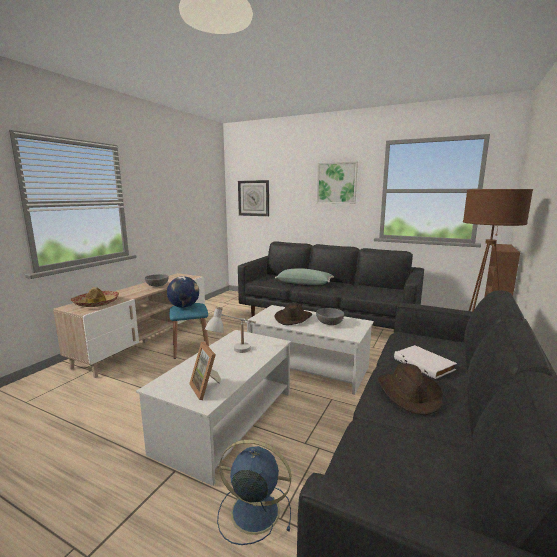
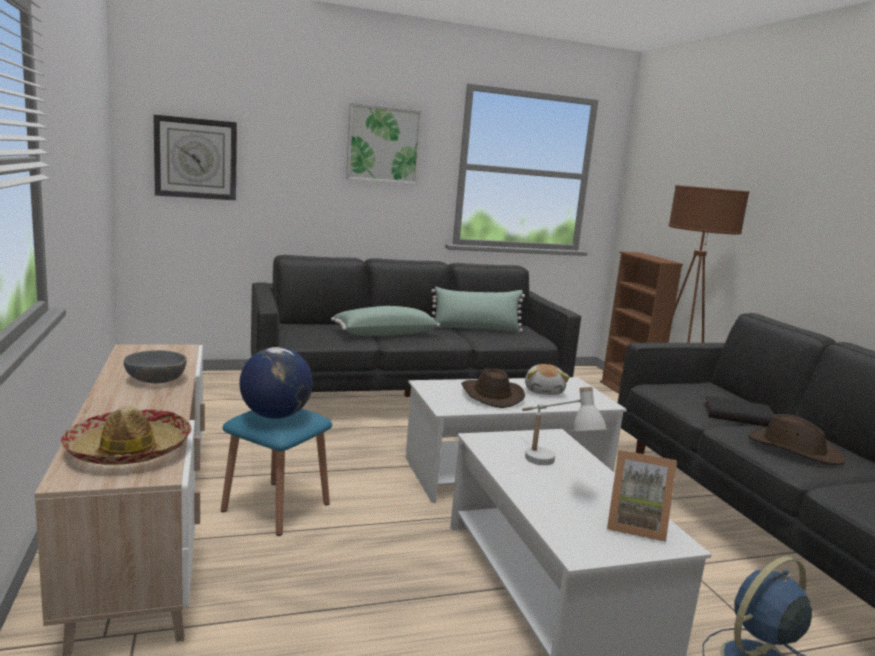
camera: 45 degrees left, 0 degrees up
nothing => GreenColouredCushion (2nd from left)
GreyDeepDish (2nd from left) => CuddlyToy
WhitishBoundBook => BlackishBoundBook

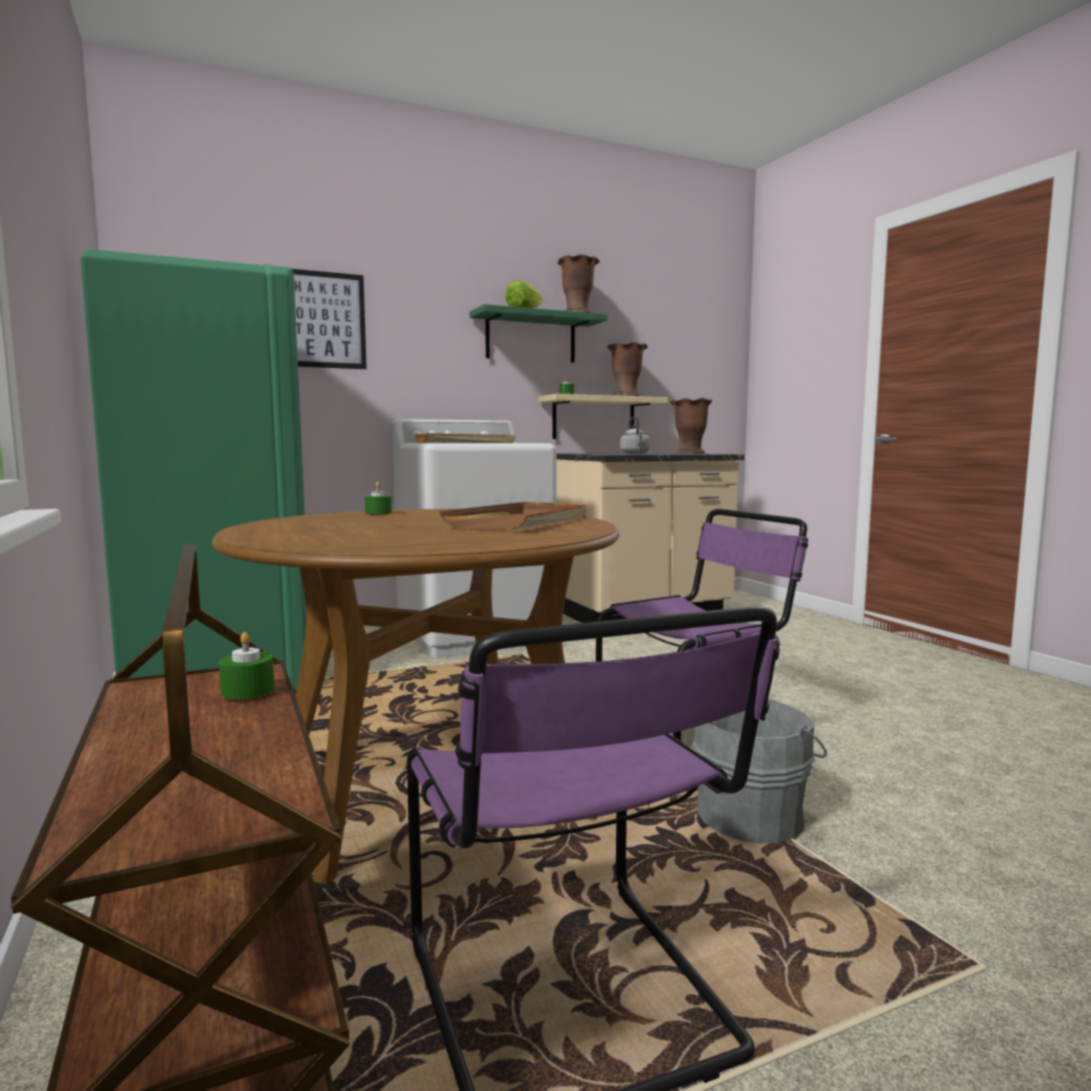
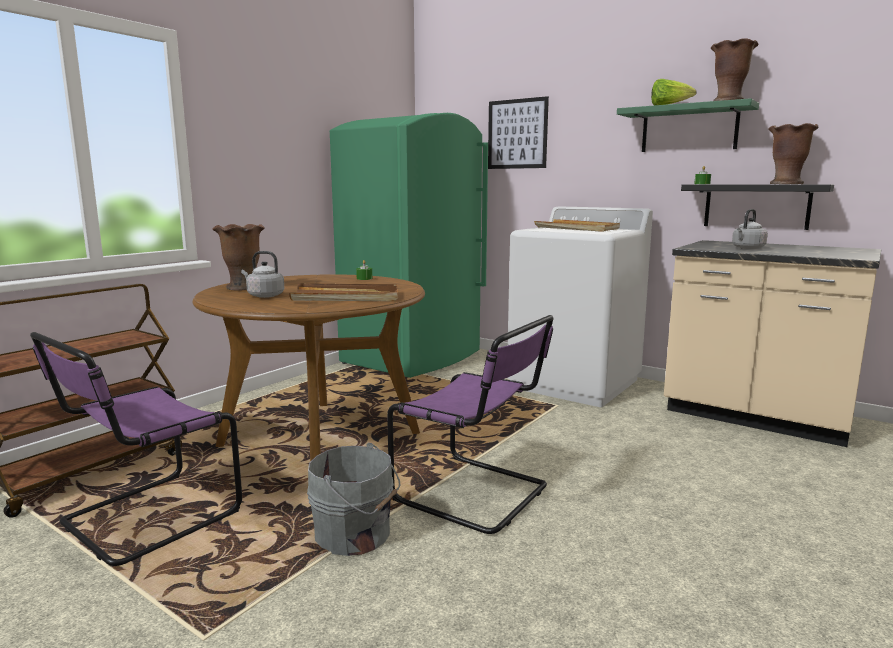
camera: 60 degrees right, 5 degrees up
GreenColouredWaxCandle (1st from left) => nothing
nothing => GreyTeaKettle (1st from left)
BrownColouredFlowerVase (3rd from left in the first image) => BrownColouredFlowerVase (1st from left), moved
BeigeColouredWallShelf => BlackishWallShelf

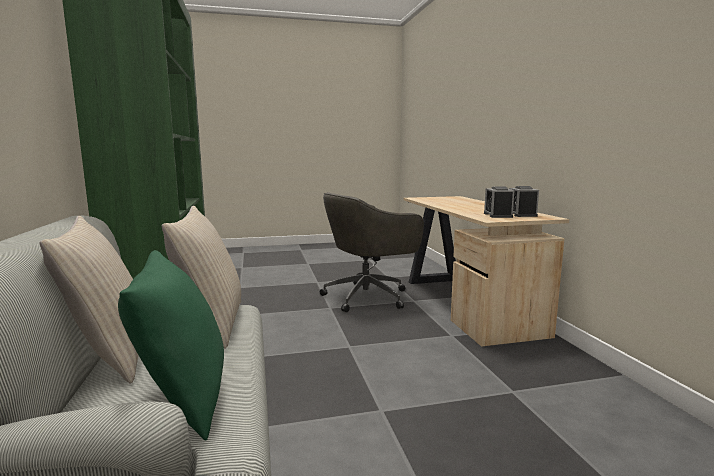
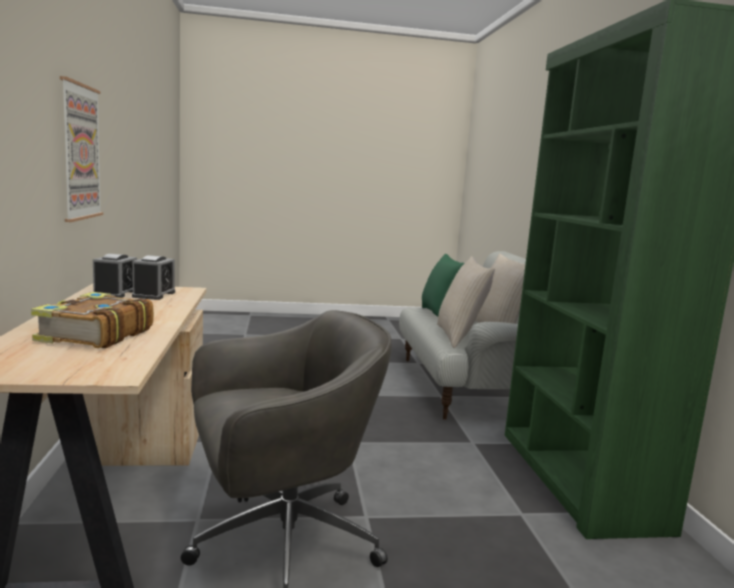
camera: 175 degrees left, 0 degrees up
nothing => BoundBook
nothing => Picture

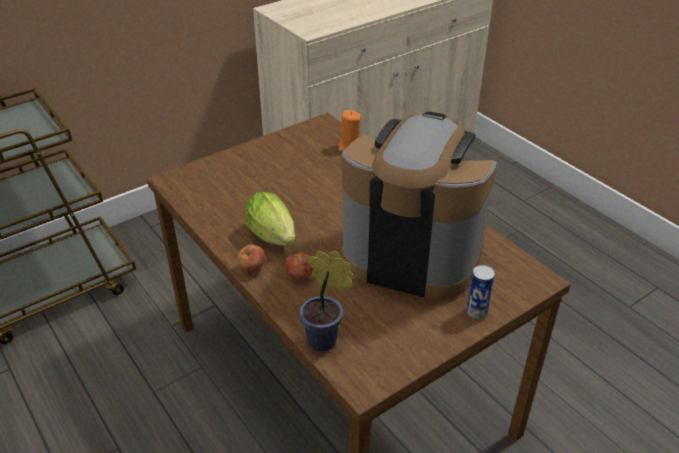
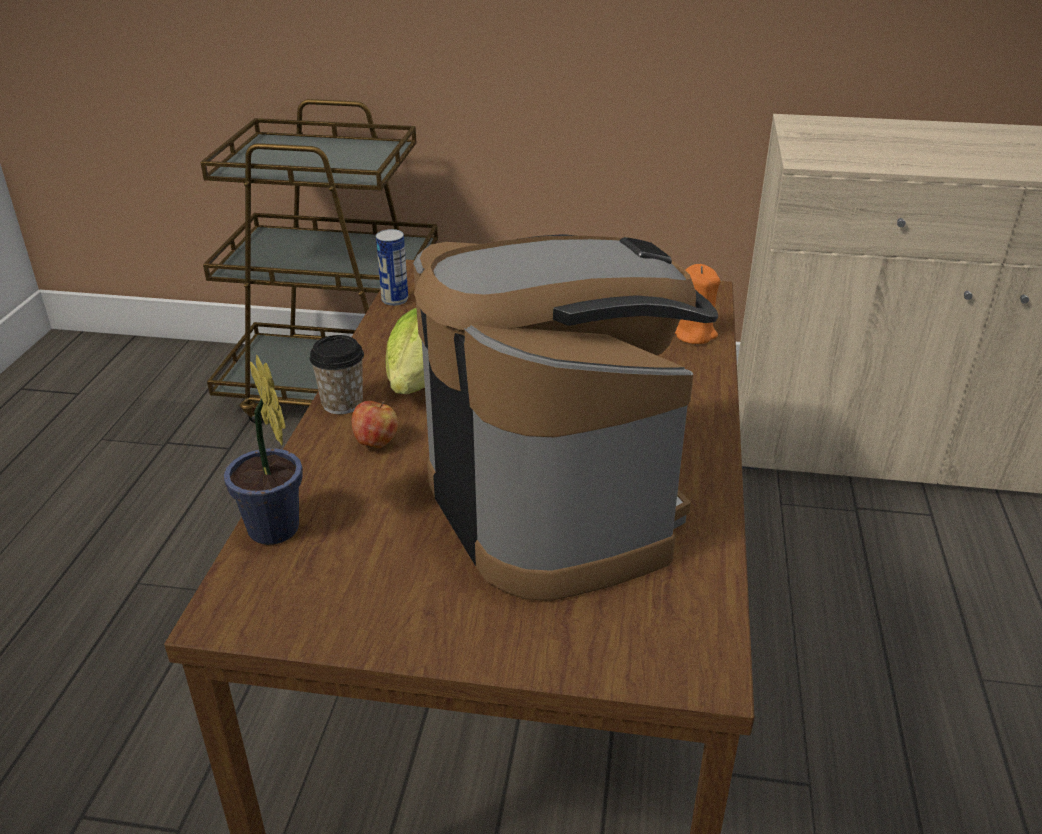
camera: 45 degrees right, 5 degrees down
Can, moved
AppleFruit (1st from left) => SmallCup

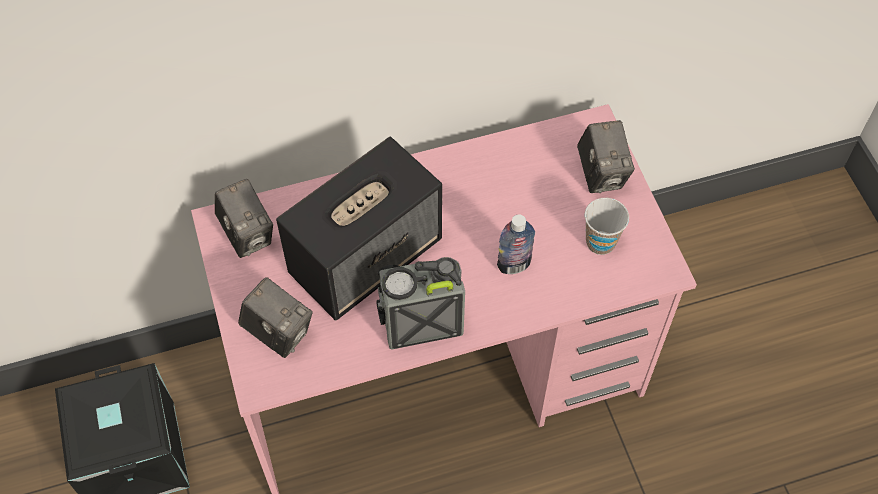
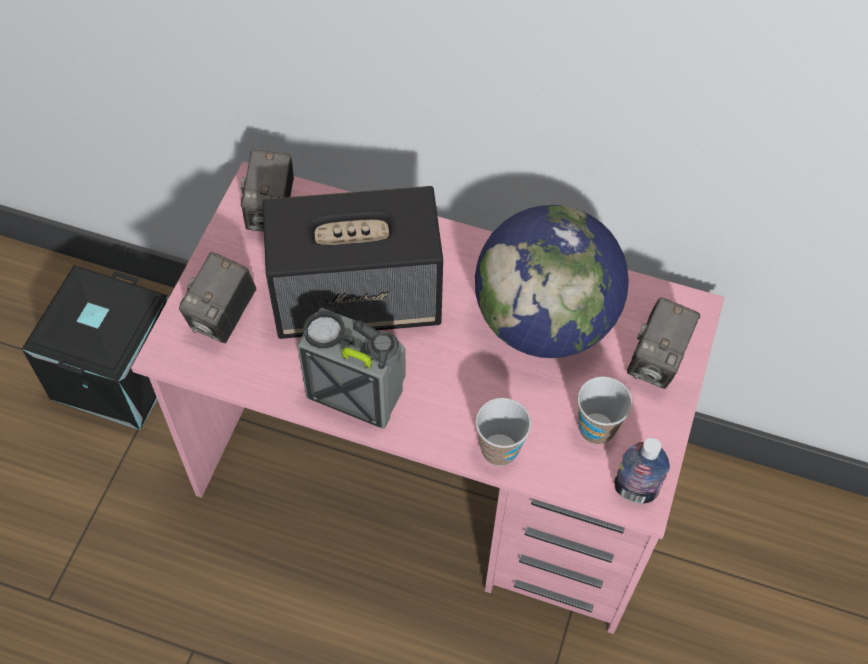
camera: 35 degrees right, 0 degrees up
nothing => WorldGlobe
nothing => SmallCup (1st from left)
BeverageBottle, moved
PhotoCamera (2nd from left in the first image) => PhotoCamera (1st from left), 45 degrees clockwise

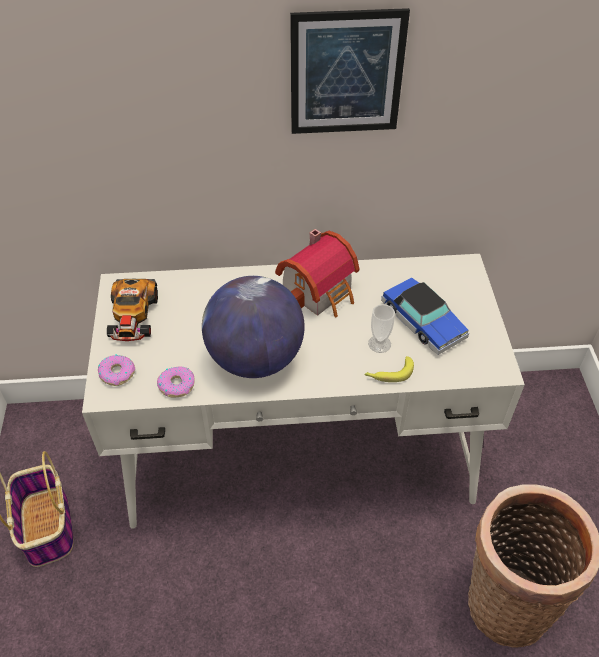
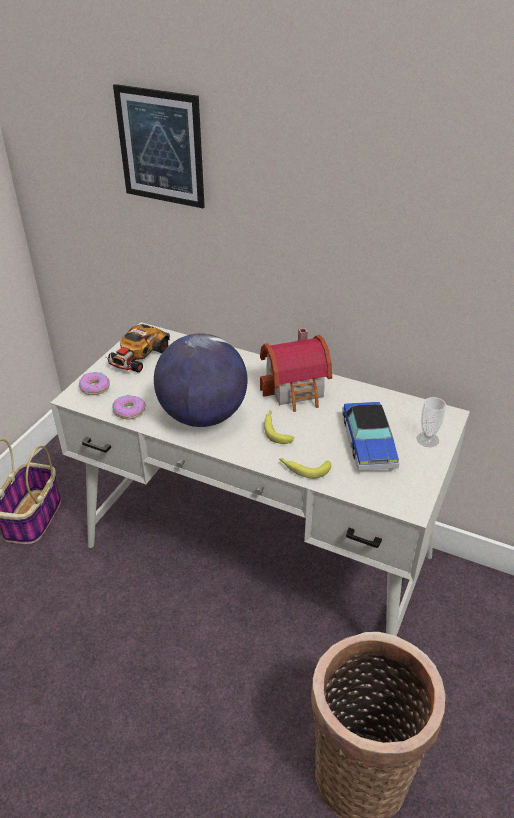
camera: 30 degrees right, 10 degrees down
nothing => Banana (1st from left)
Picture, moved
SmallCup, moved

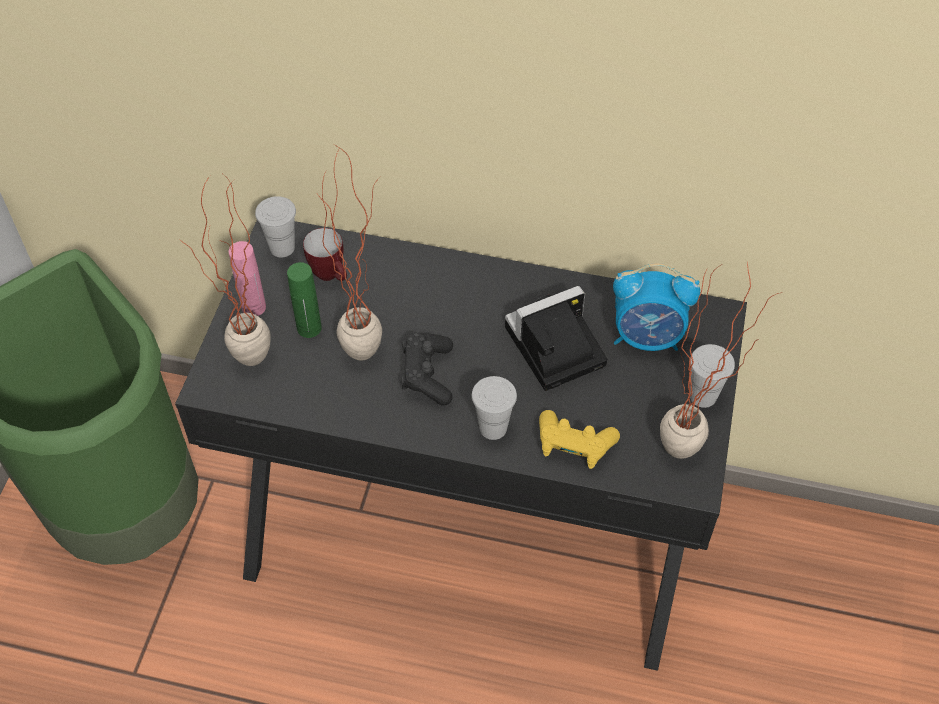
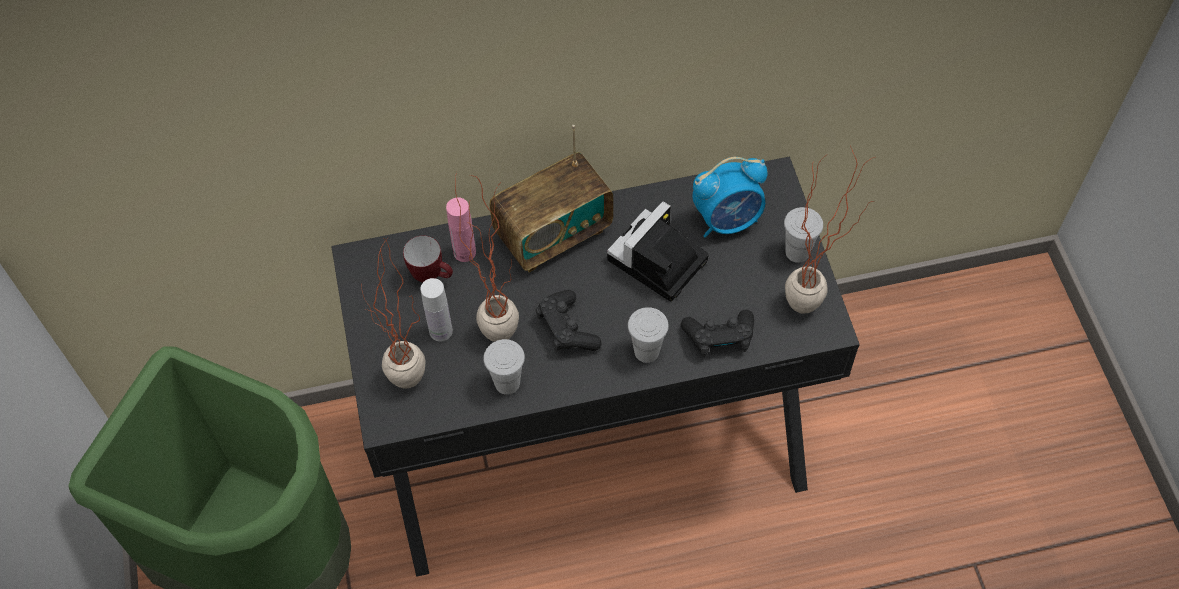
camera: 25 degrees left, 5 degrees up
nothing => RadioReceiver
PinkColouredBeverageBottle, moved
WhitishSmallCup (1st from left), moved
GreenColouredBeverageBottle => WhitishBeverageBottle
YellowGameController => BlackishGameController (2nd from left)

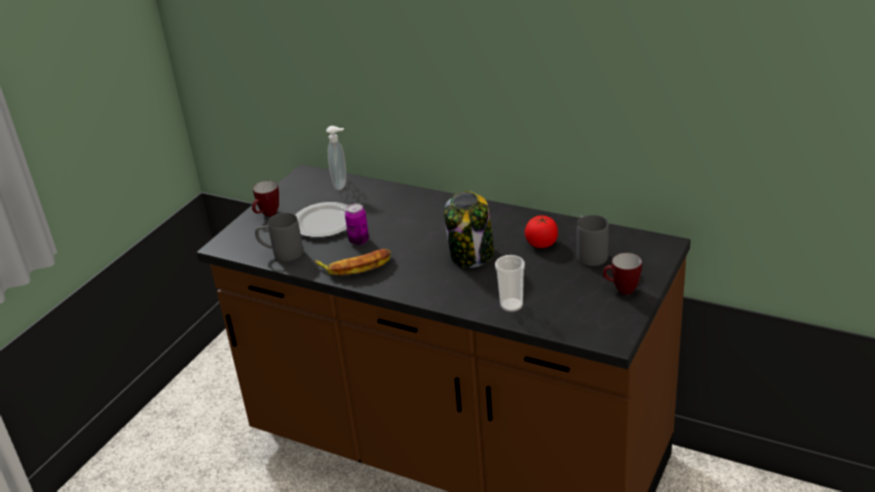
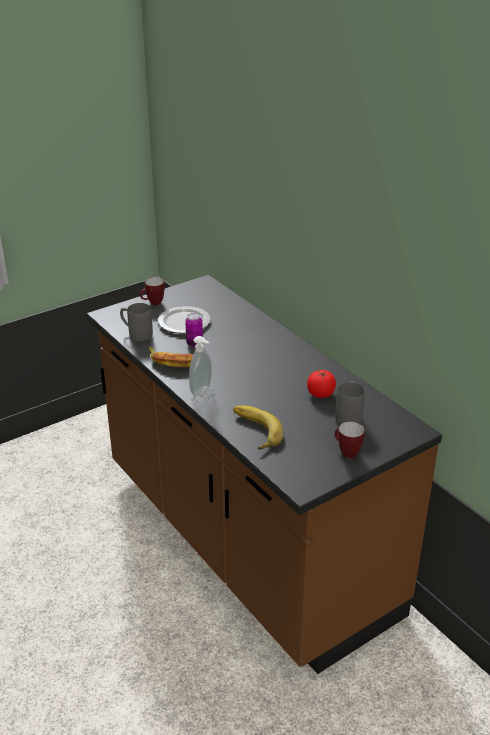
camera: 25 degrees right, 0 degrees up
StorageJar => nothing
SoapBottle, moved
SmallCup => Banana (2nd from left)

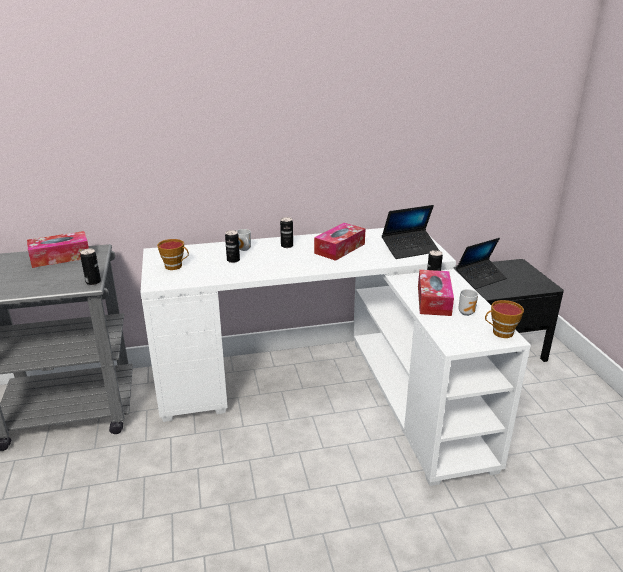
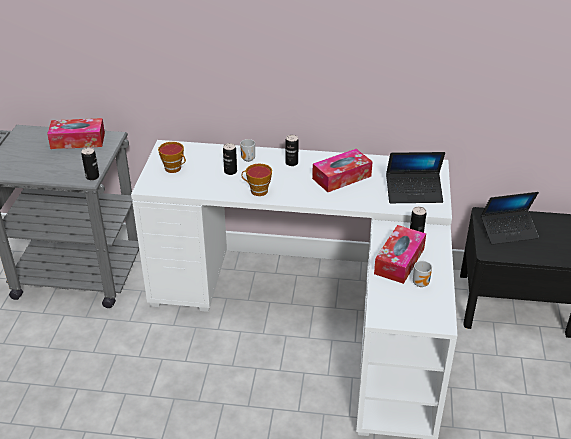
camera: 20 degrees right, 10 degrees up
SmallCup (2nd from left), moved

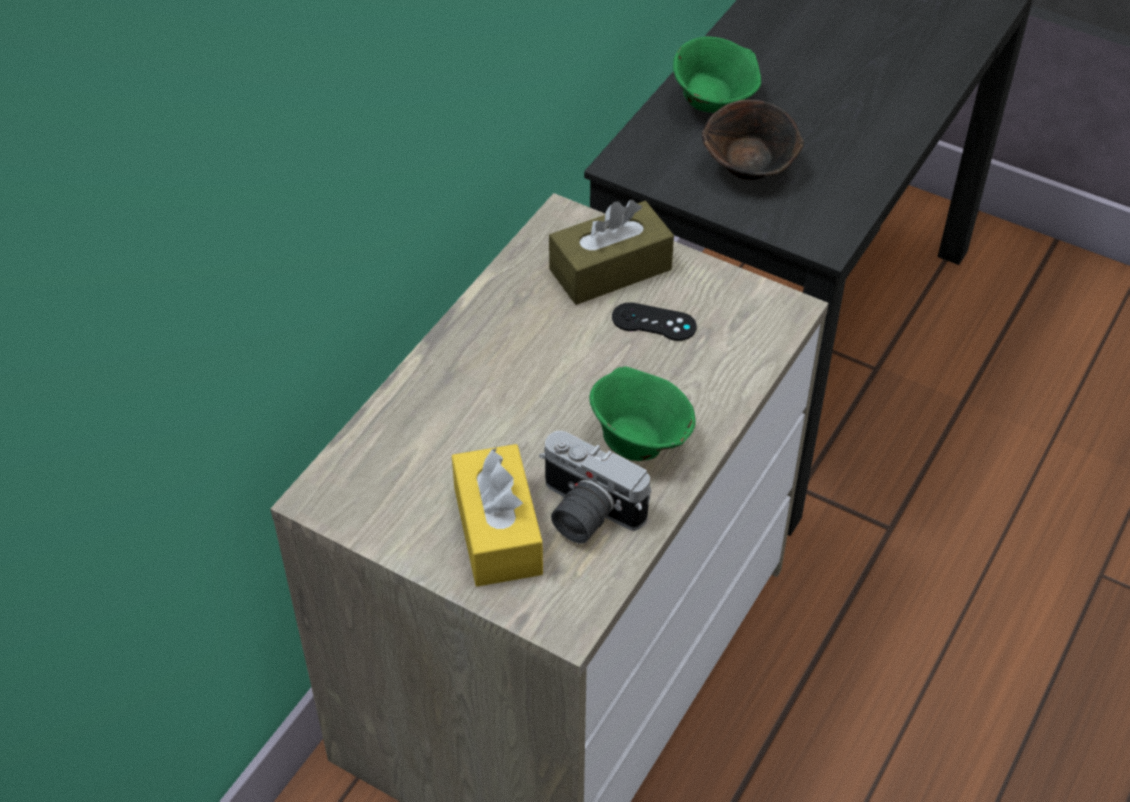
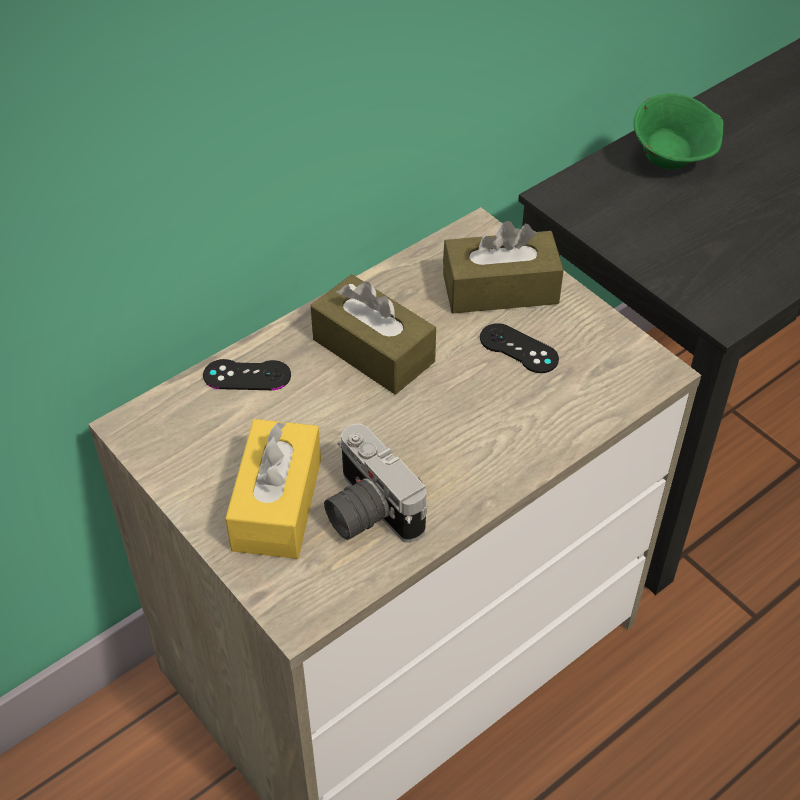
camera: 20 degrees right, 0 degrees up
GreenColouredDeepDish (1st from left) => nothing
BrownColouredDeepDish => nothing
nothing => BlackishGameController (1st from left)
nothing => BrownColouredTissueBox (1st from left)

